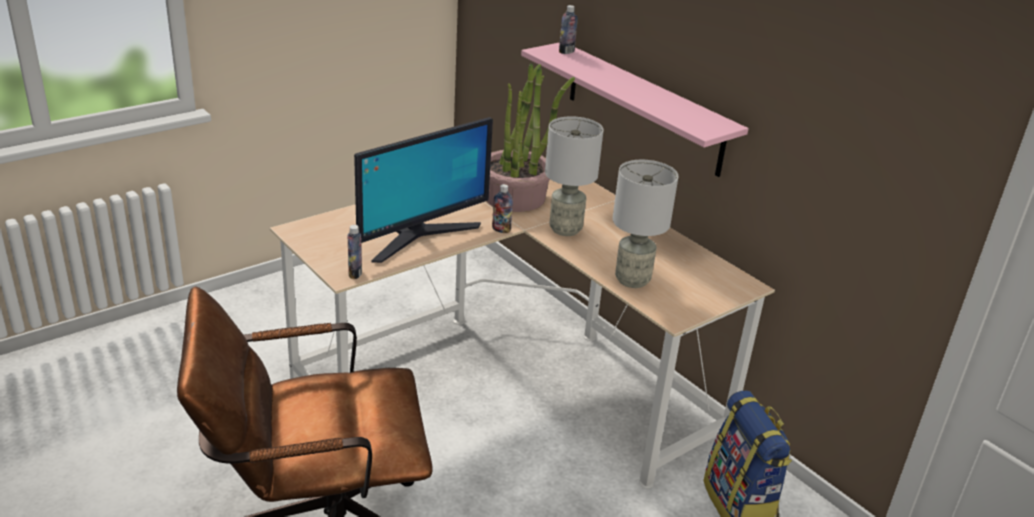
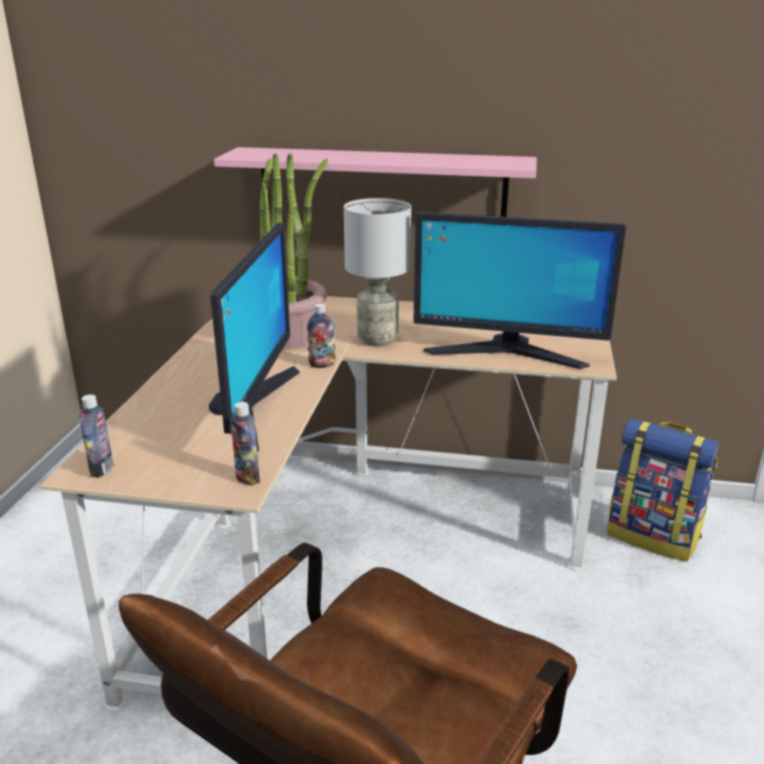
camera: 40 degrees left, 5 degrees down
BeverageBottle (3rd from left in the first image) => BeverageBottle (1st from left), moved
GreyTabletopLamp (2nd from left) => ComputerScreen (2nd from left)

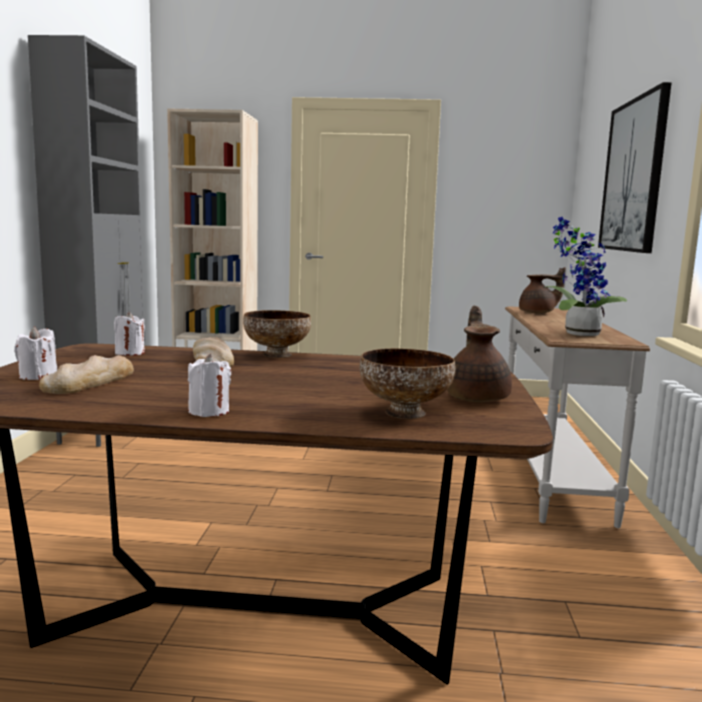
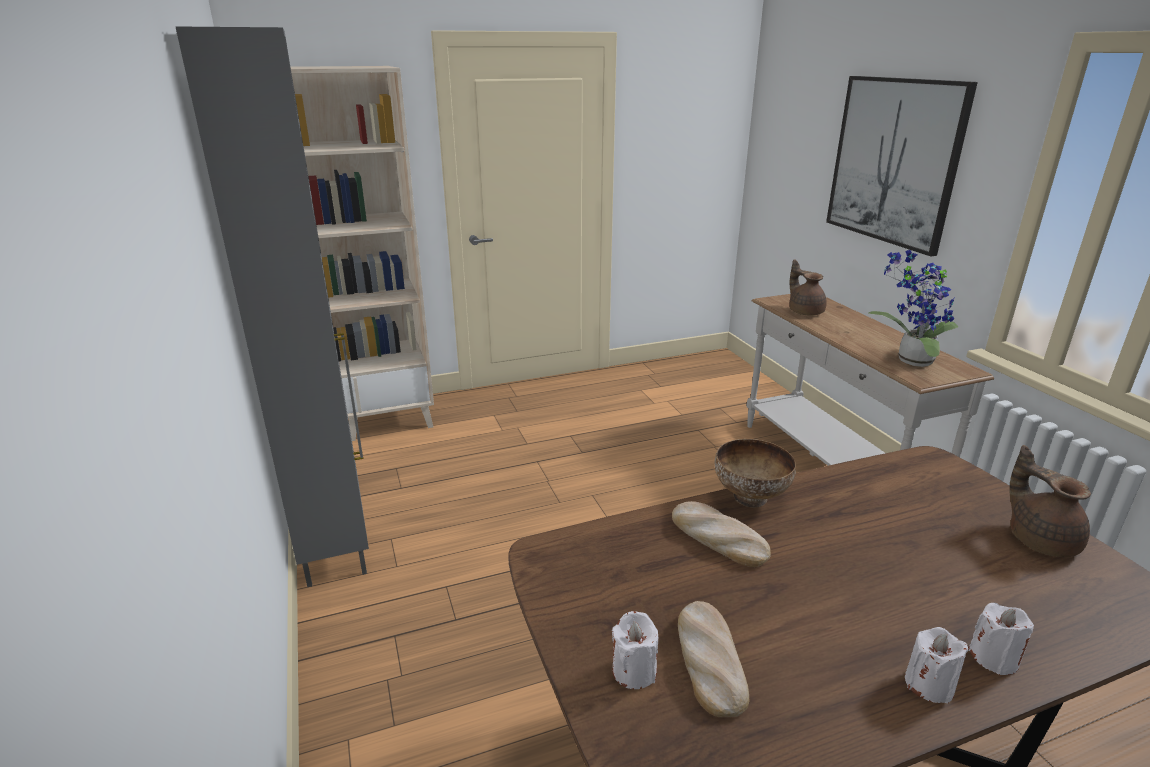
camera: 25 degrees left, 15 degrees up
DeepDish (2nd from left) => nothing
WhitishWaxCandle (2nd from left in the first image) => WhitishWaxCandle (3rd from left), moved
BrownColouredPotForTea (2nd from left in the first image) => BrownColouredPotForTea (1st from left), 90 degrees counterclockwise

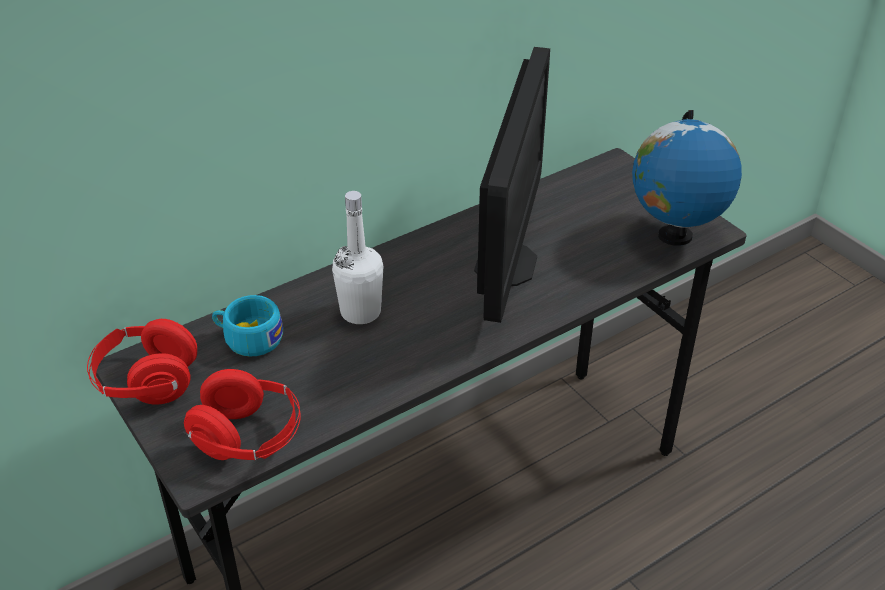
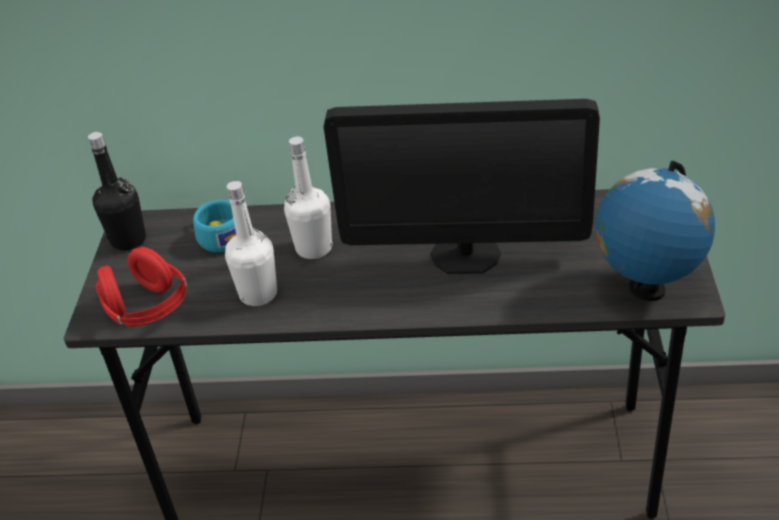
camera: 40 degrees right, 0 degrees up
nothing => WhitishBeverageBottle (1st from left)
ReddishHeadset (1st from left) => BlackishBeverageBottle
ComputerScreen, 45 degrees clockwise

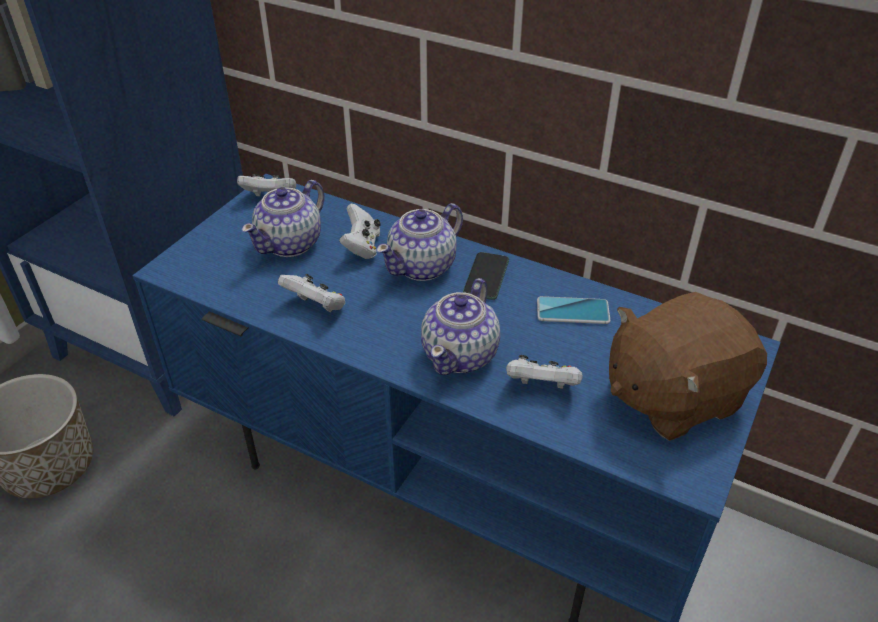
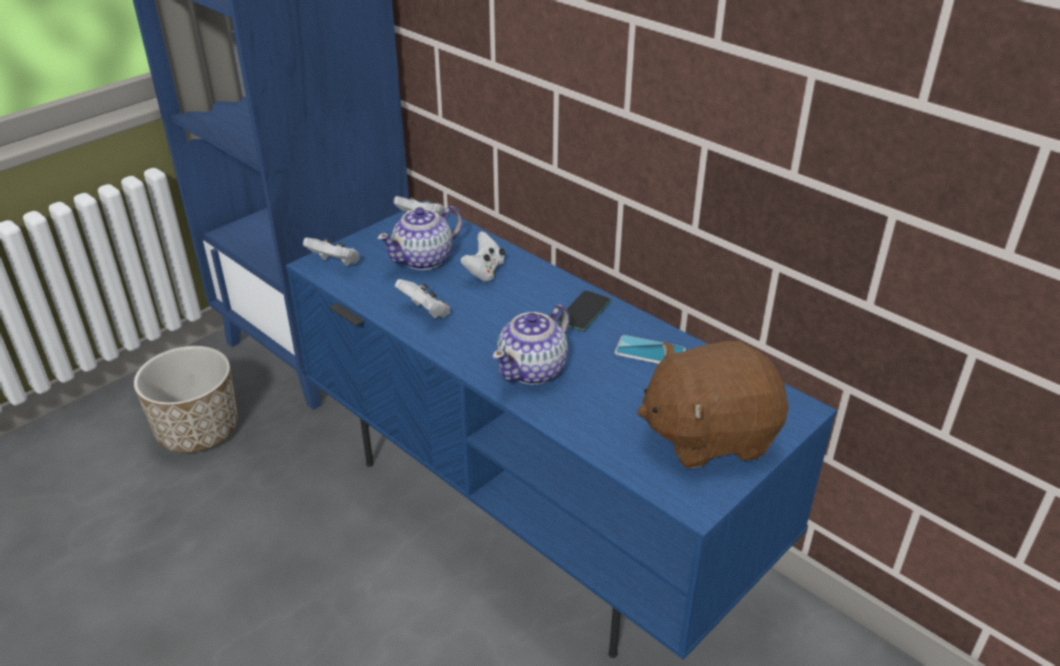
camera: 15 degrees right, 5 degrees down
PotForTea (2nd from left) => nothing
WhitishGameController (4th from left in the first image) => WhitishGameController (1st from left), moved

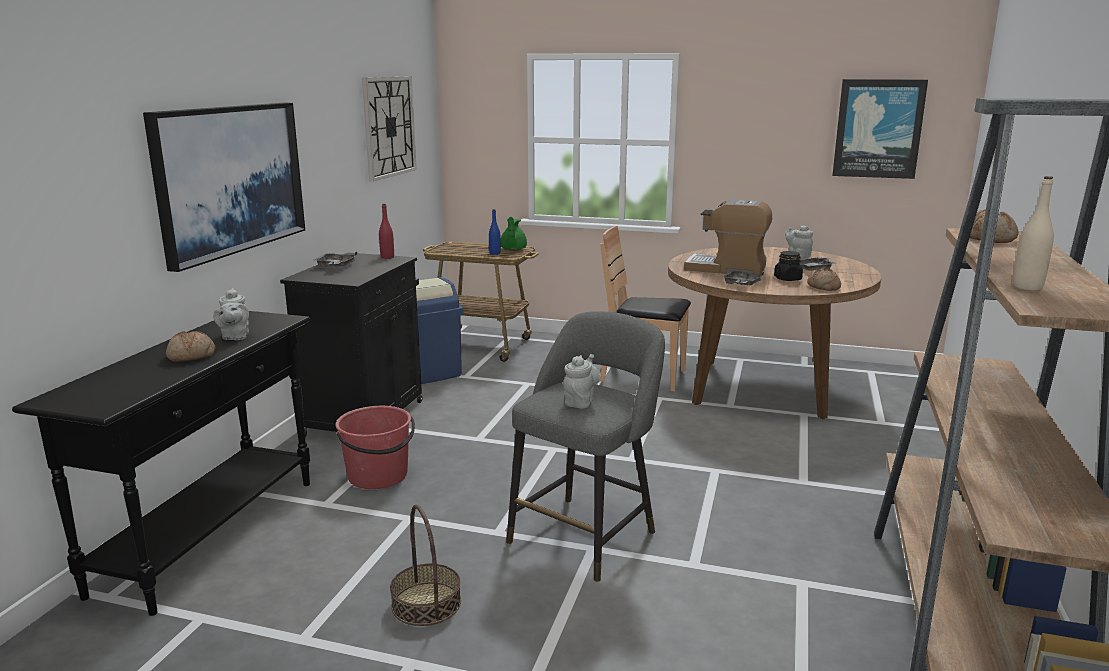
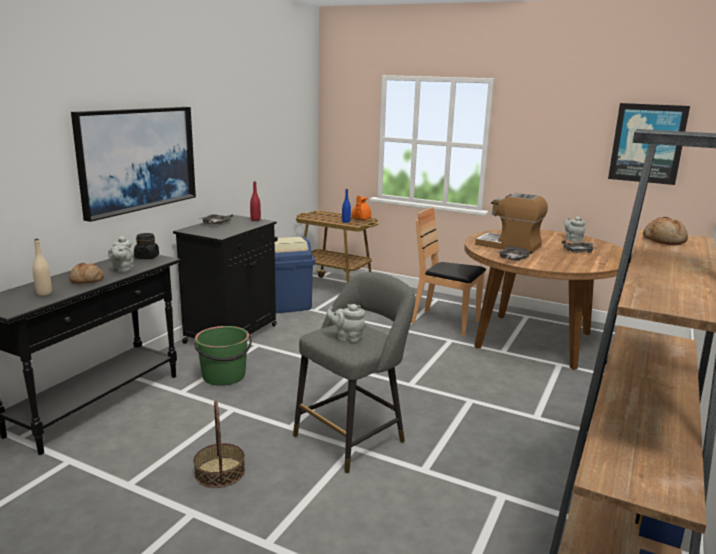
camera: 10 degrees right, 0 degrees up
WallClock => nothing
BakedBread (2nd from left) => nothing
BlackishStorageJar, moved
BeigeColouredBeverageBottle, moved
ReddishWaterBucket => GreenColouredWaterBucket
GreenColouredPotForTea => OrangeColouredPotForTea
GreyPotForTea (2nd from left), 105 degrees counterclockwise

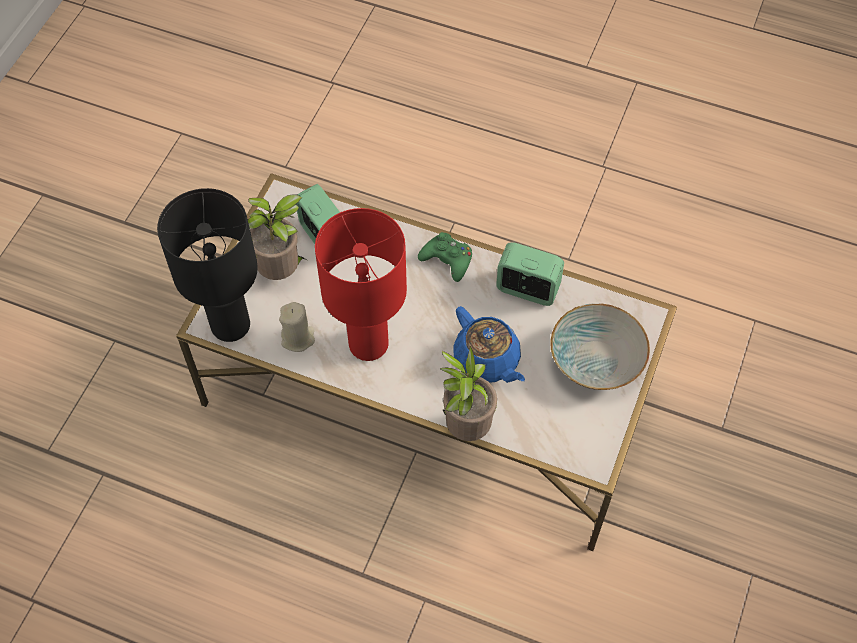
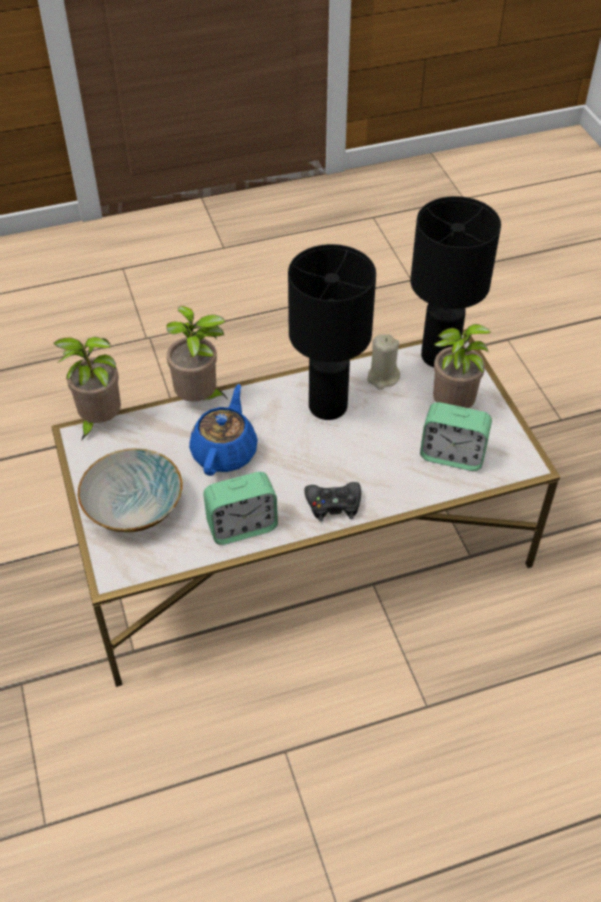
camera: 140 degrees right, 10 degrees down
nothing => PottedPlant (1st from left)
ReddishTabletopLamp => BlackishTabletopLamp (1st from left)
GreenColouredGameController => BlackishGameController
BluishPotForTea, 90 degrees clockwise

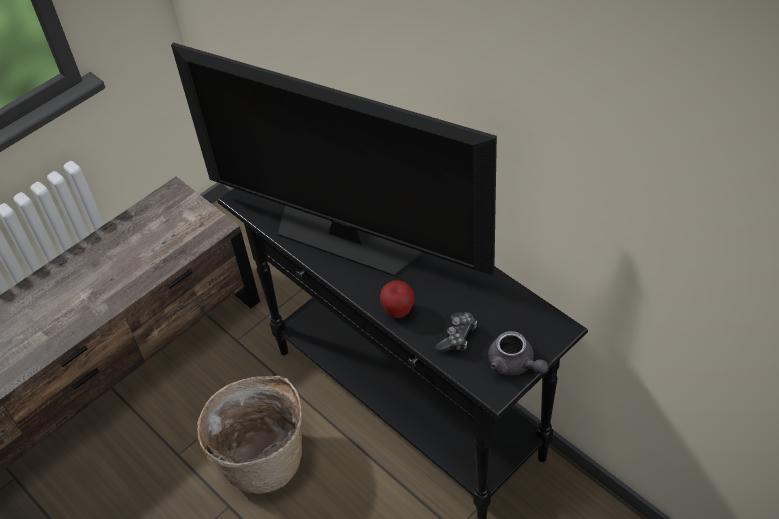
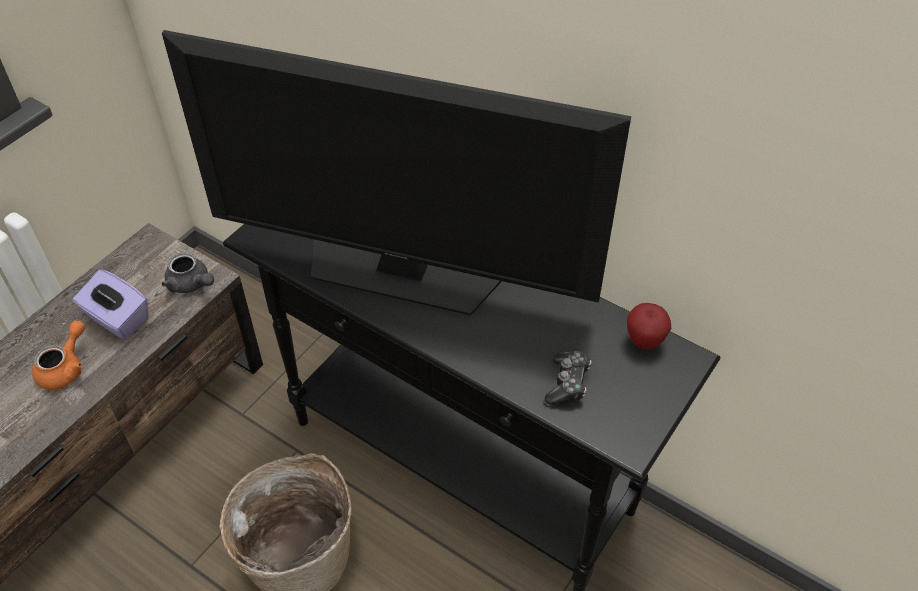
camera: 15 degrees left, 0 degrees up
nothing => OrangeColouredPotForTea
nothing => PurplishTissueBox
AppleFruit, moved
GreyPotForTea, moved

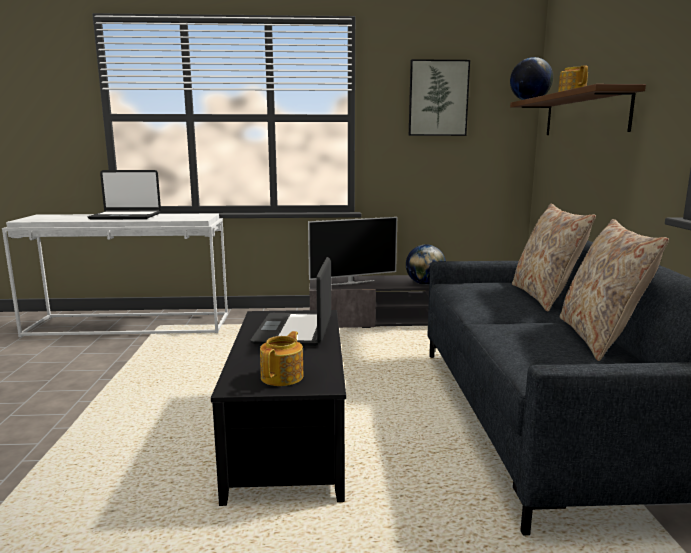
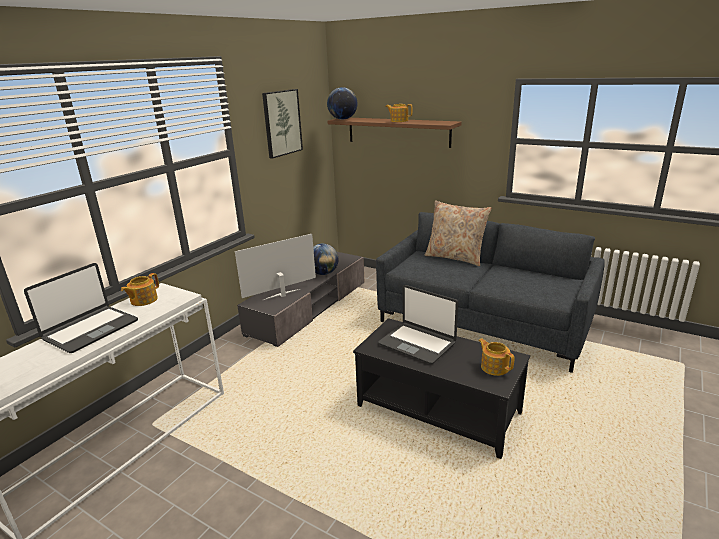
camera: 55 degrees left, 10 degrees up
BeigeColouredCushion (2nd from left) => nothing
nothing => PotForTea (1st from left)
TvSet, 135 degrees counterclockwise

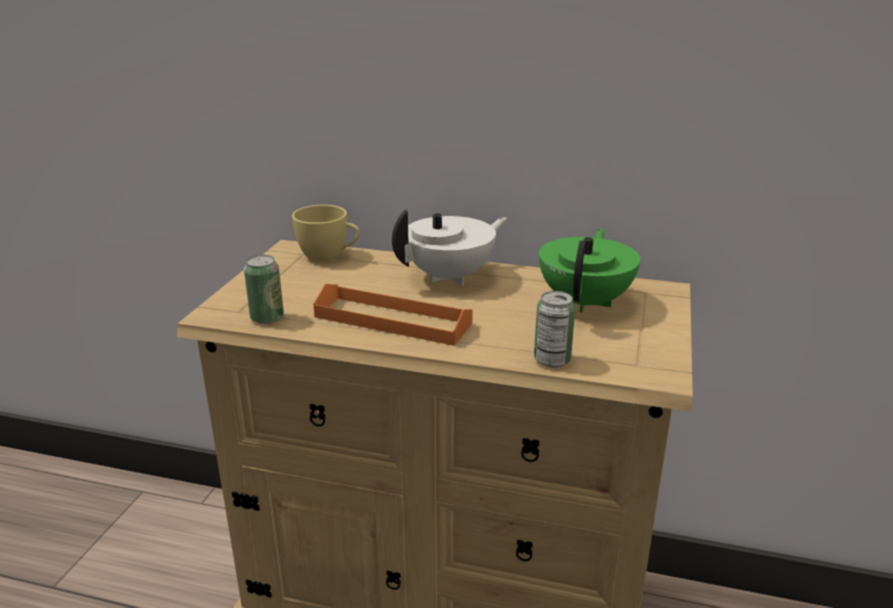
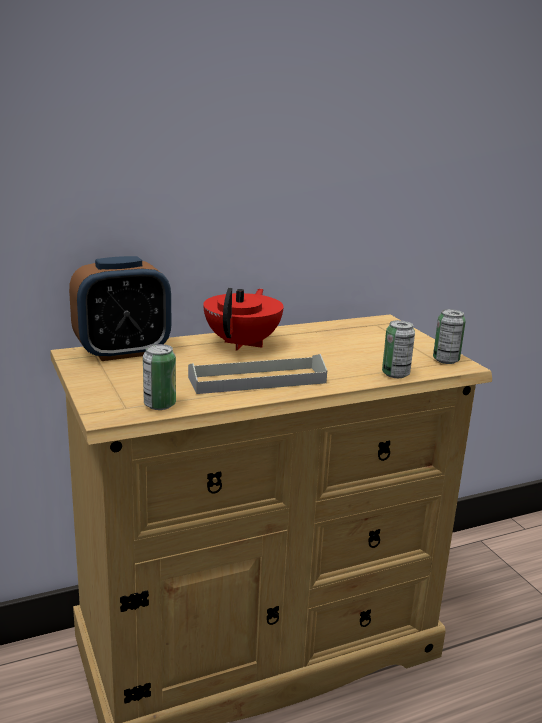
camera: 40 degrees left, 5 degrees down
GreenColouredPotForTea => nothing
nothing => Can (3rd from left)
YellowSmallCup => AlarmClock
OrangeColouredTray => GreyTray
WhitishPotForTea => ReddishPotForTea

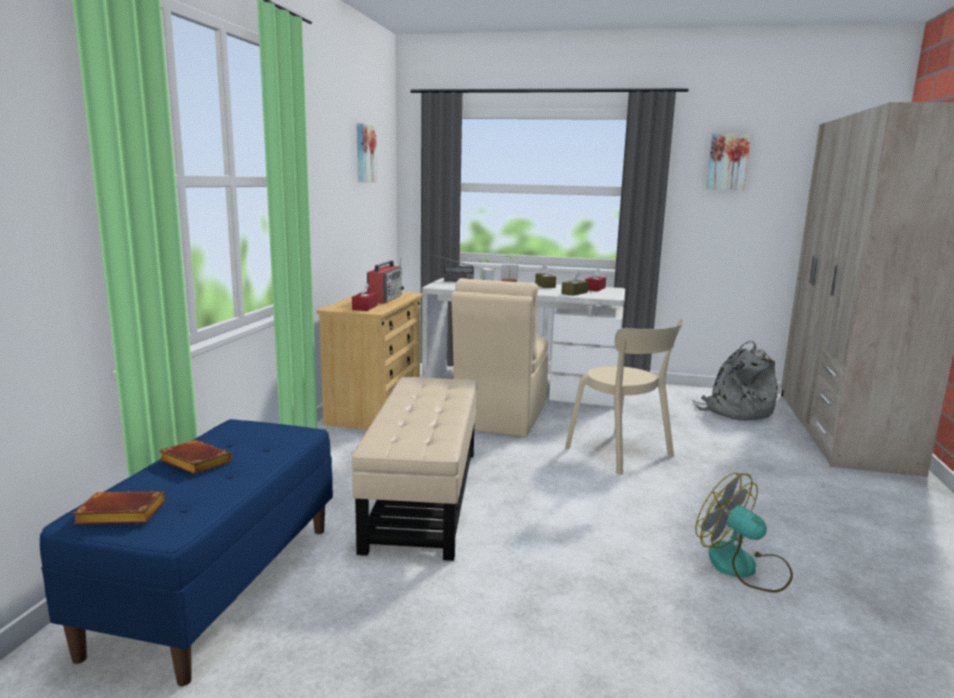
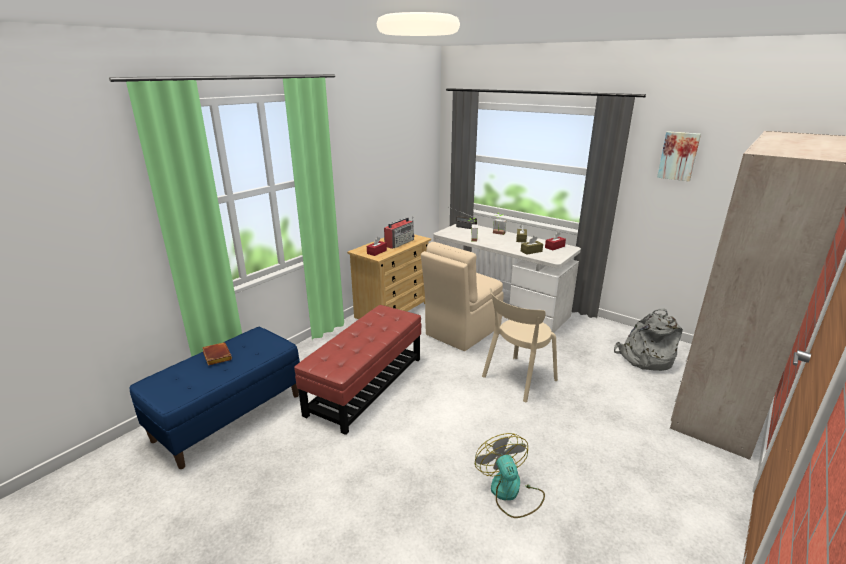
camera: 25 degrees right, 10 degrees up
BrownColouredBoundBook (1st from left) => nothing
Picture (1st from left) => nothing
BeigeColouredOttoman => ReddishOttoman
BeigeColouredUprightChair (2nd from left), 60 degrees clockwise

